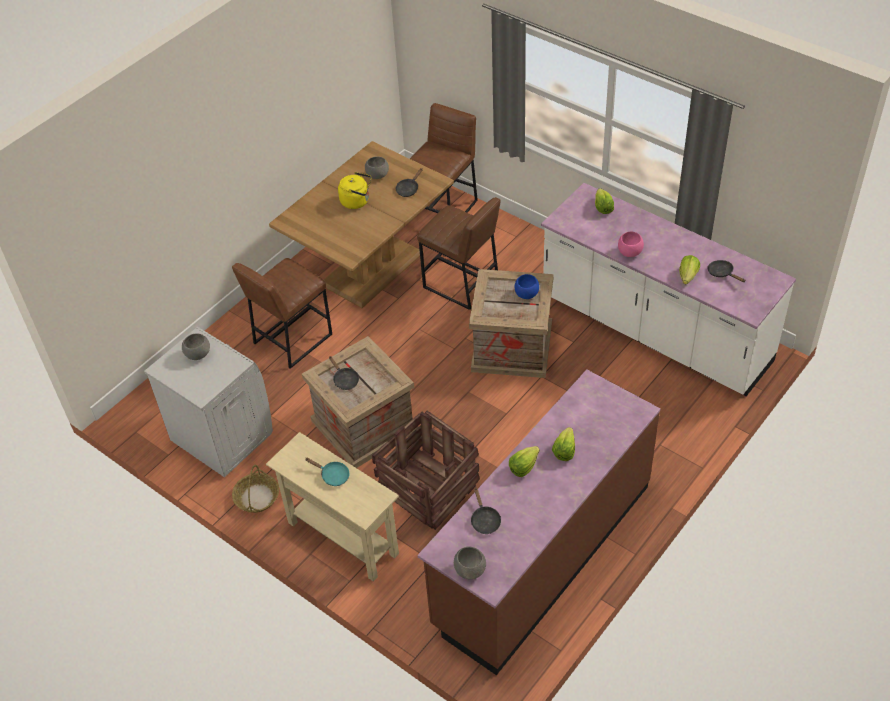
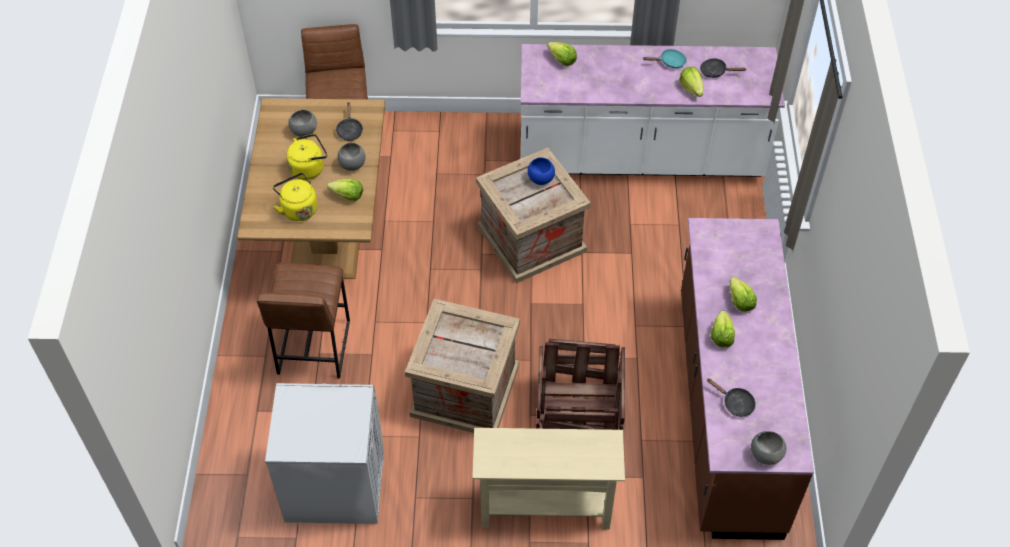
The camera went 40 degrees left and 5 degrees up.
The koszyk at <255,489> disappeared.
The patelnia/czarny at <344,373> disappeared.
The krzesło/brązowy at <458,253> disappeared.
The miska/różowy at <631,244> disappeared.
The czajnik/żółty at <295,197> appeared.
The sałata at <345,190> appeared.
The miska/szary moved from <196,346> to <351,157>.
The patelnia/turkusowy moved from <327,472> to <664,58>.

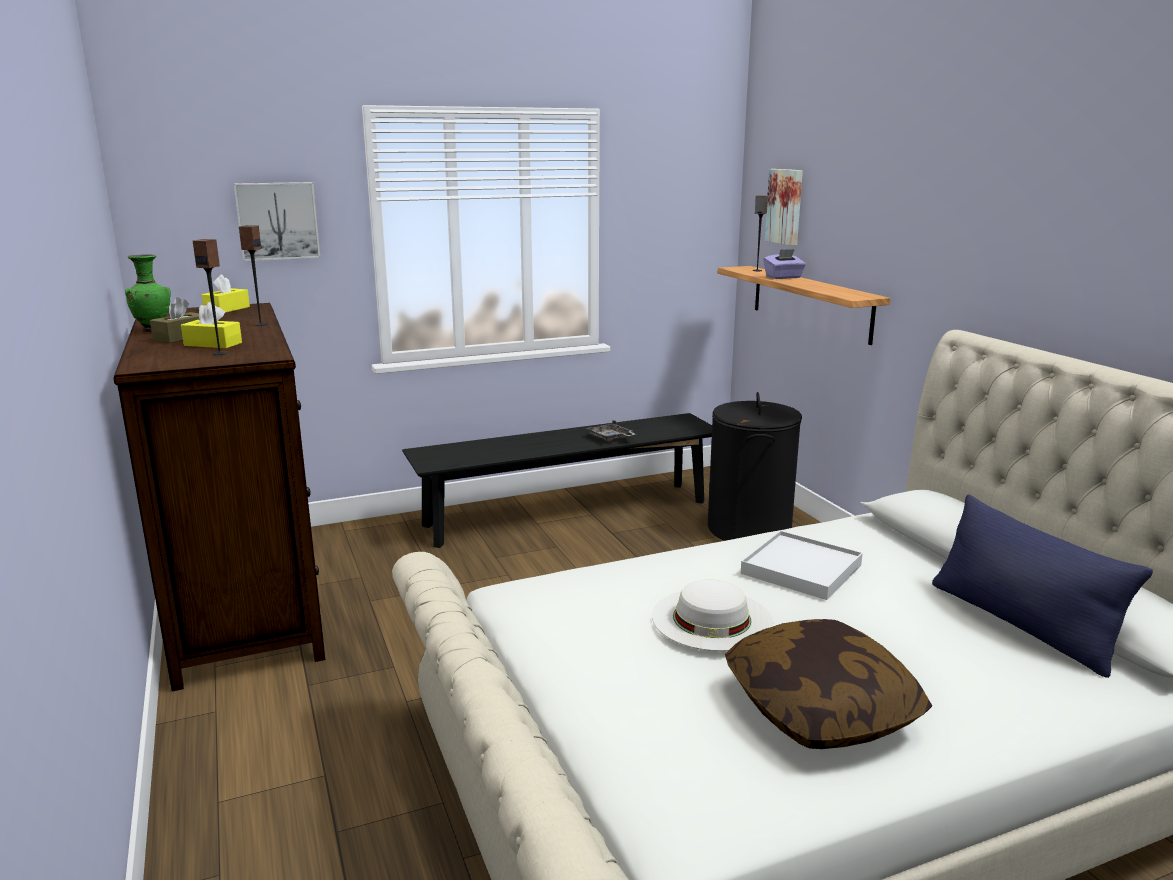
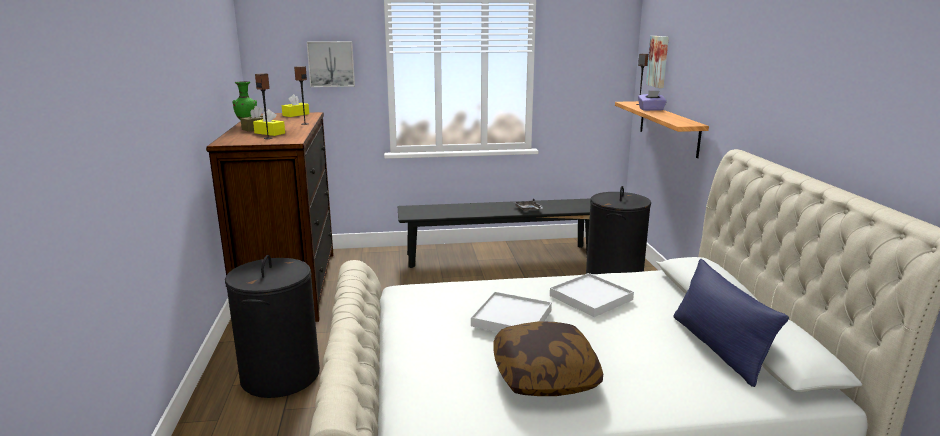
The camera went 15 degrees right and 0 degrees up.
The kosz na pranie/czarny at <272,326> appeared.
The kapelusz/biały at <712,615> was replaced by the taca/biały at <511,312>.

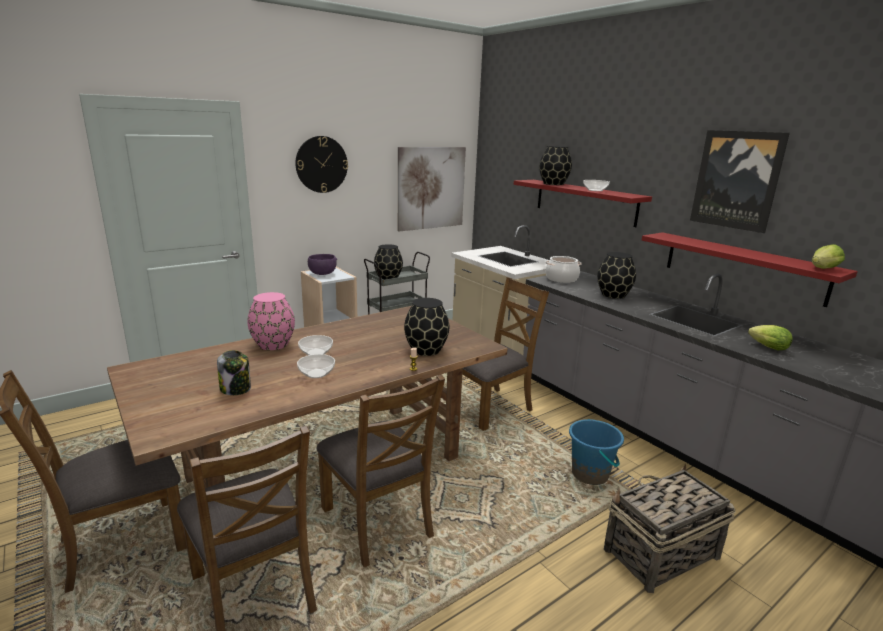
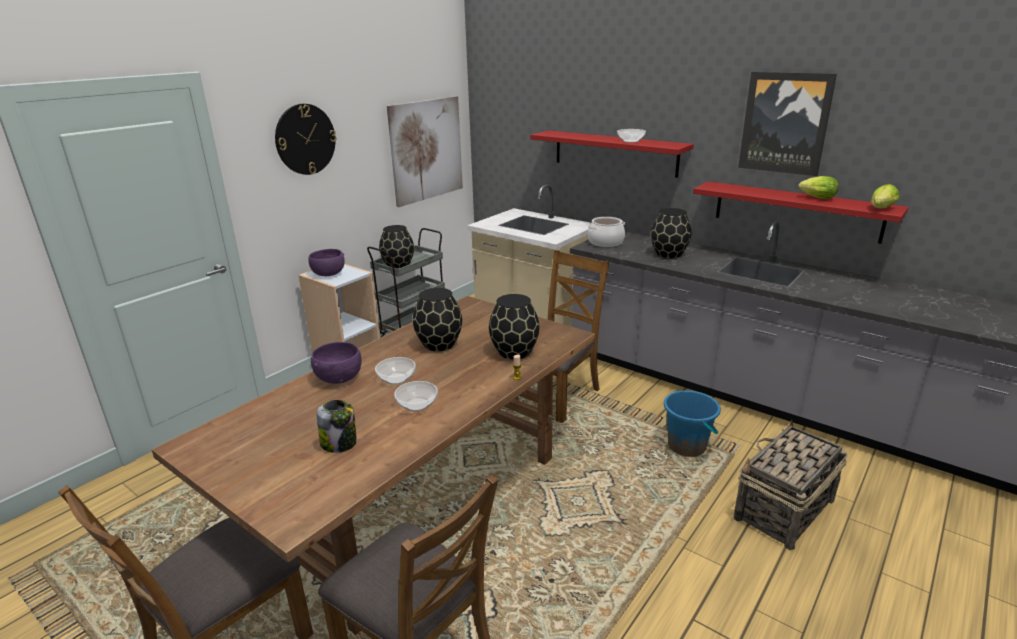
The camera went 15 degrees left and 5 degrees up.
The krzesło/brązowy at <380,471> disappeared.
The wazon/czarny moved from <555,165> to <437,320>.
The sałata moved from <770,337> to <818,187>.
The wazon/różowy at <271,321> was replaced by the miska/fioletowy at <336,363>.

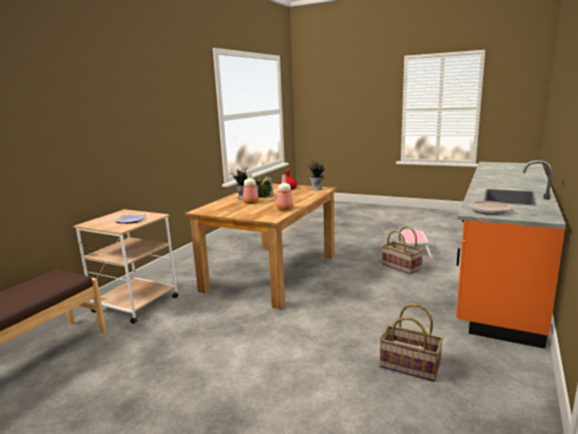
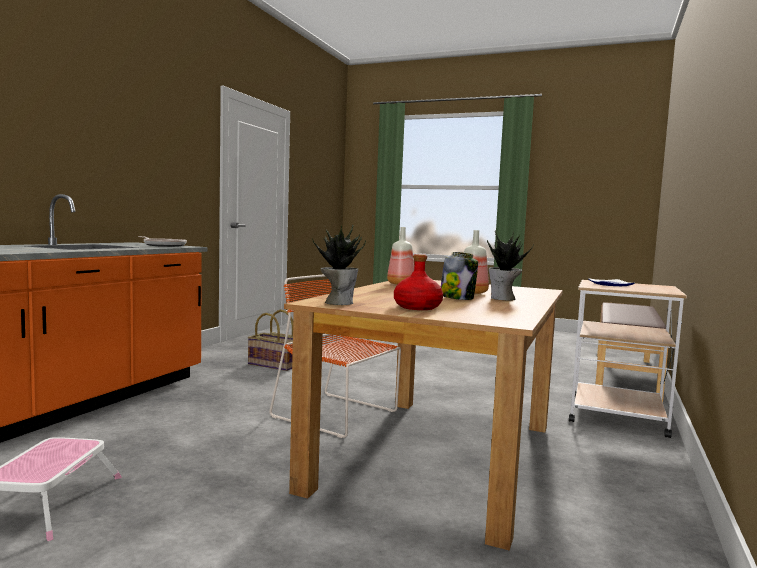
The camera went 175 degrees right and 10 degrees down.
The koszyk at <402,250> disappeared.
The krzesło/pomarańczowy at <335,356> appeared.

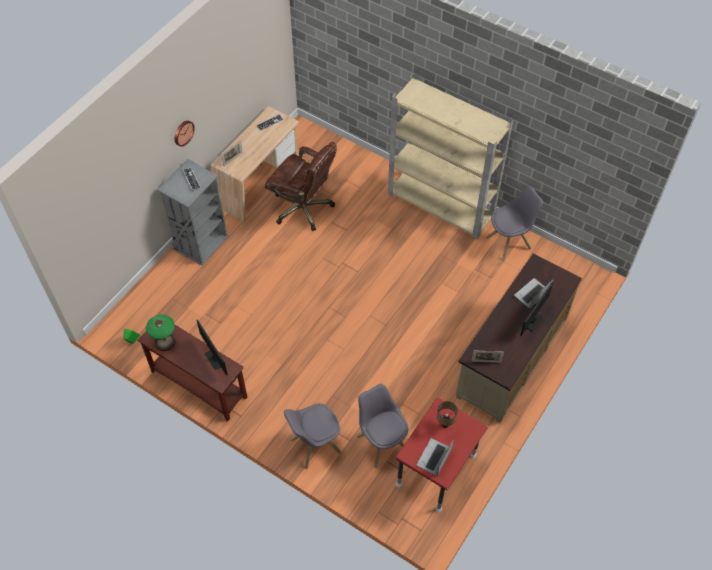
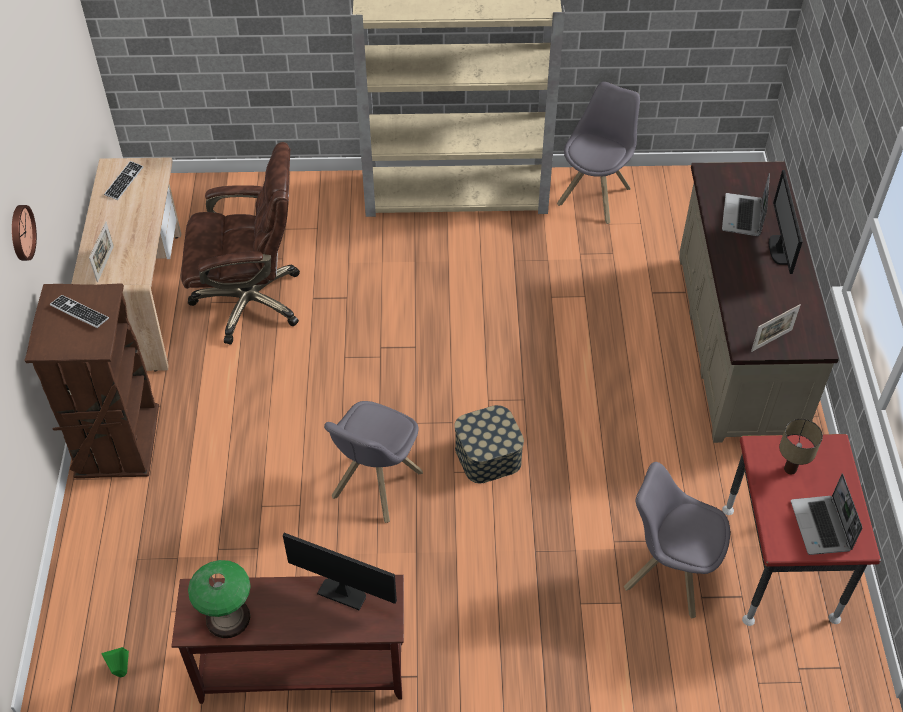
The camera went 35 degrees left and 5 degrees down.
The pojemnik do przechowywania at <489,444> appeared.
The krzesło/szary moved from <313,436> to <373,462>.
The regał/szary at <193,212> became the regał/brązowy at <92,380>.

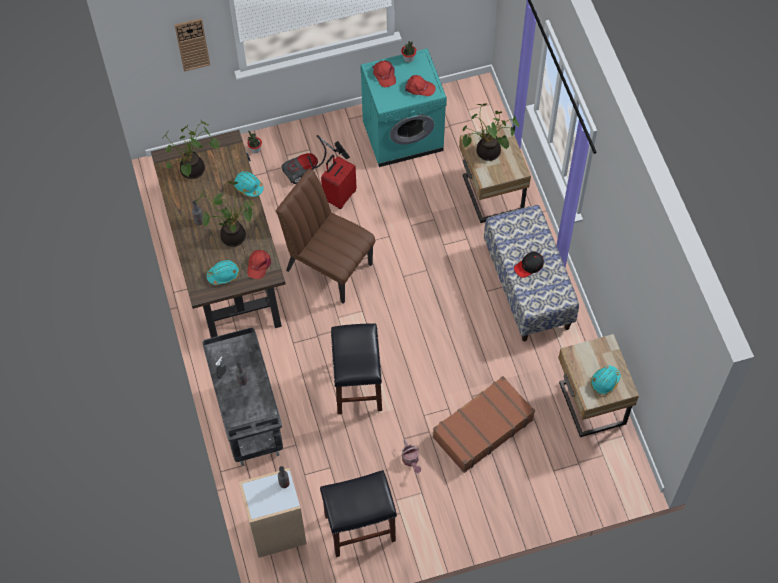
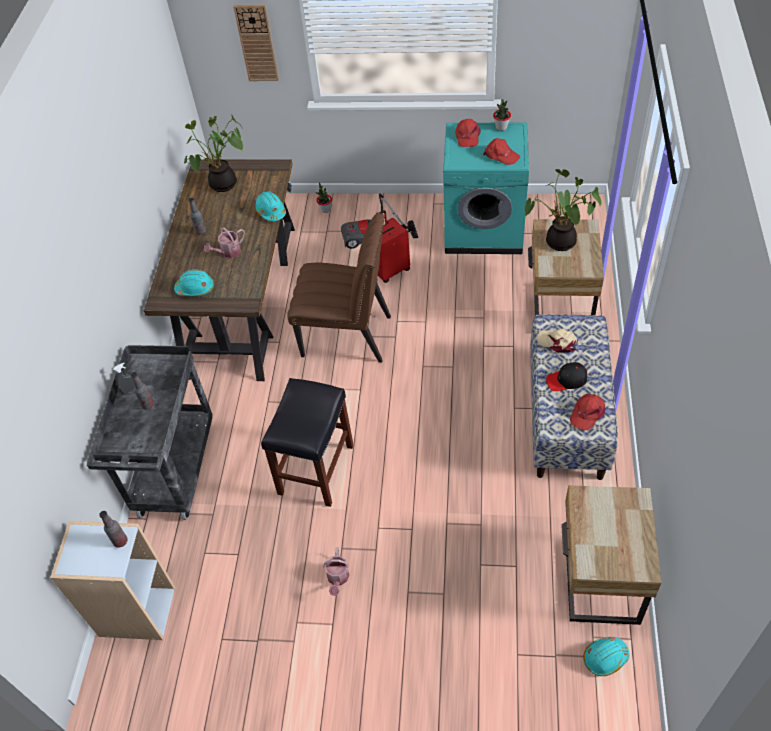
The camera went 25 degrees right and 10 degrees down.
The stołek/czarny at <358,513> disappeared.
The walizka/brązowy at <484,424> disappeared.
The czapka z daszkiem/beżowy at <557,340> appeared.
The czapka z daszkiem/czerwony moved from <259,264> to <587,412>.
The kask/turkusowy moved from <605,380> to <606,656>.
The roślina doniczkowa at <225,214> was replaced by the konewka at <224,242>.
The krzesło/brązowy at <326,236> turned 135 degrees clockwise.

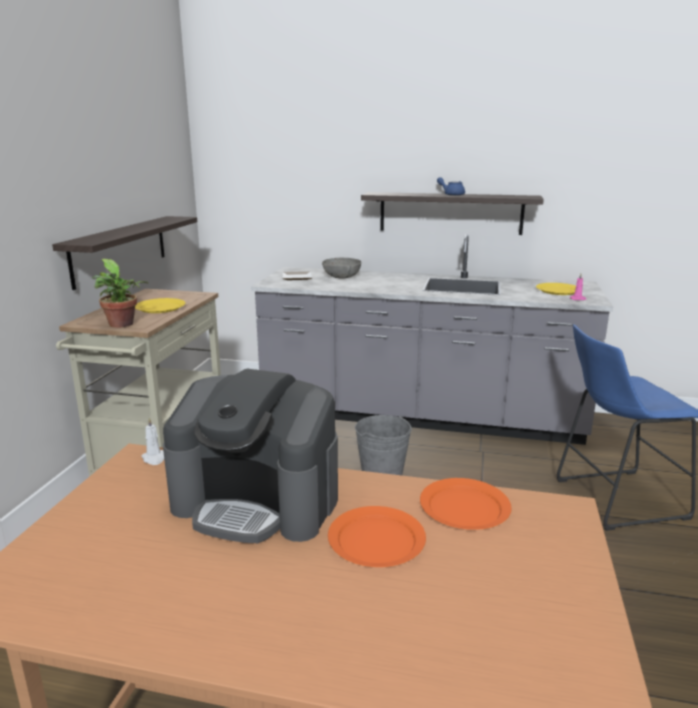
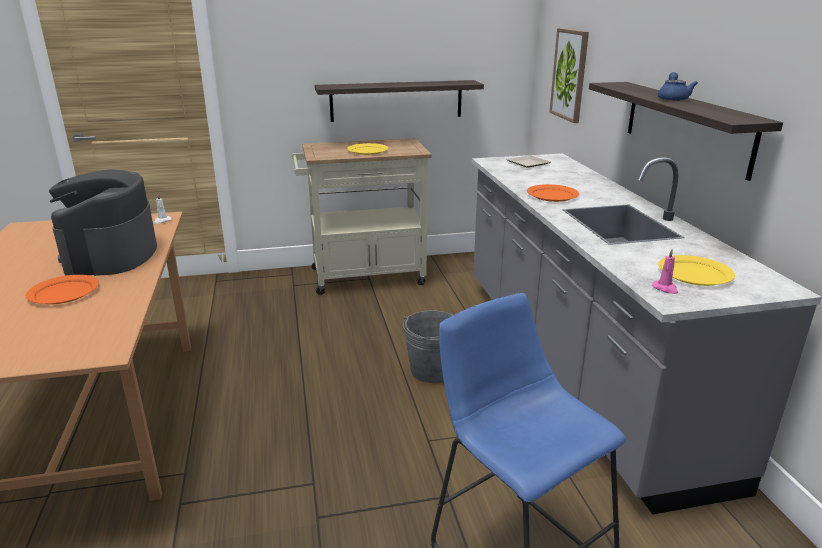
The camera went 65 degrees right and 5 degrees up.
The roślina doniczkowa at <120,293> disappeared.
The miska/szary at <341,268> disappeared.
The obraz at <569,75> appeared.
The talerz/pomarańczowy moved from <466,504> to <553,193>.

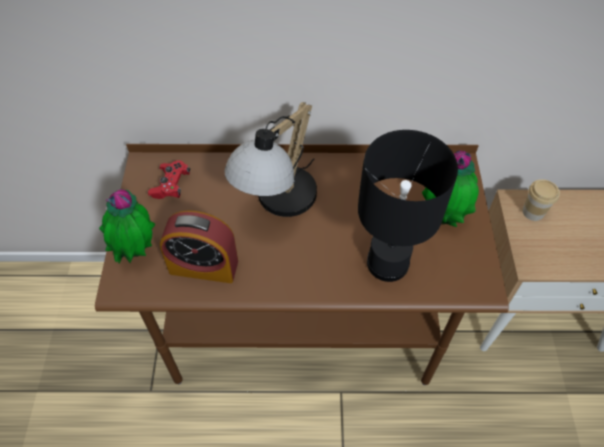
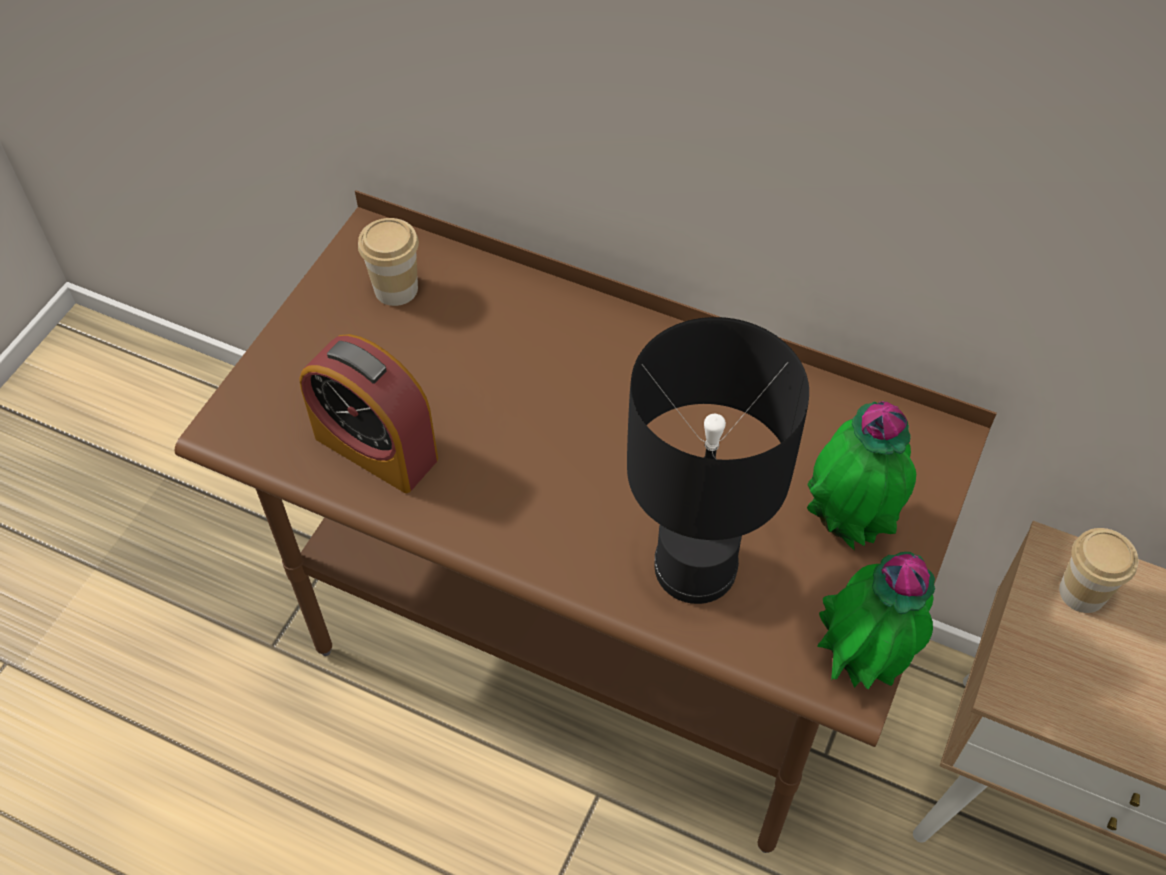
The camera went 25 degrees right and 0 degrees up.
The lampa stołowa at <270,159> disappeared.
The roślina doniczkowa moved from <127,226> to <876,620>.
The pad do gier/czerwony at <169,179> was replaced by the filiżanka at <388,262>.

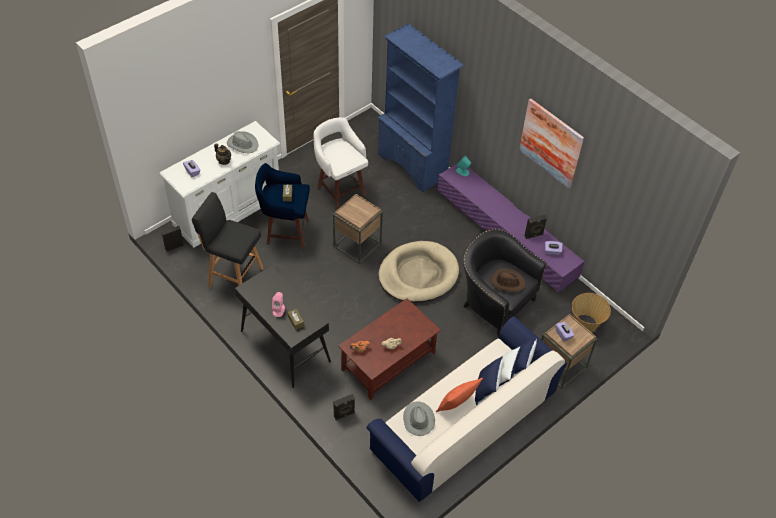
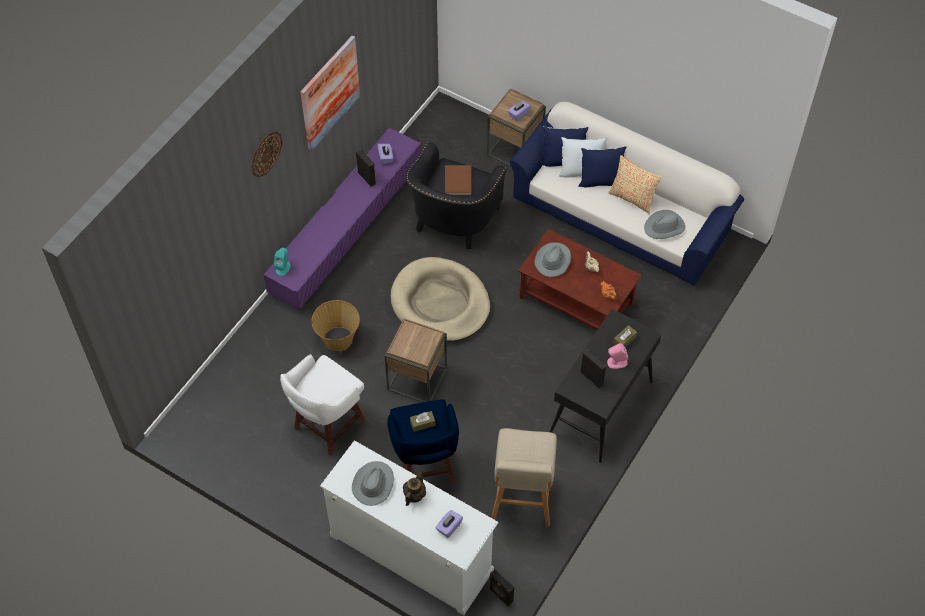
The camera went 105 degrees left and 5 degrees up.
The regał/niebieski at <421,107> disappeared.
The zegar ścienny at <266,154> appeared.
The kapelusz/szary at <552,259> appeared.
The głośnik/czarny moved from <344,407> to <593,368>.
The koszyk moved from <591,313> to <335,325>.
The kapelusz/brązowy at <508,280> was replaced by the książka/brązowy at <458,180>.
The stołek/czarny at <228,239> became the stołek/beżowy at <524,477>.
The poduszka/pomarańczowy at <459,395> became the poduszka/beżowy at <635,184>.

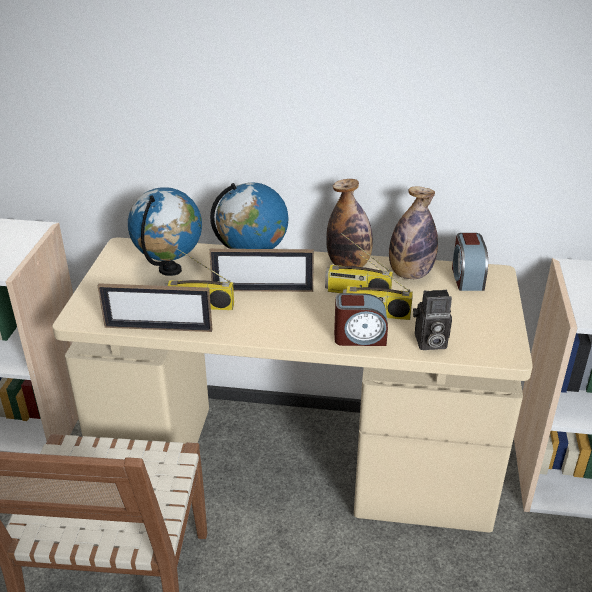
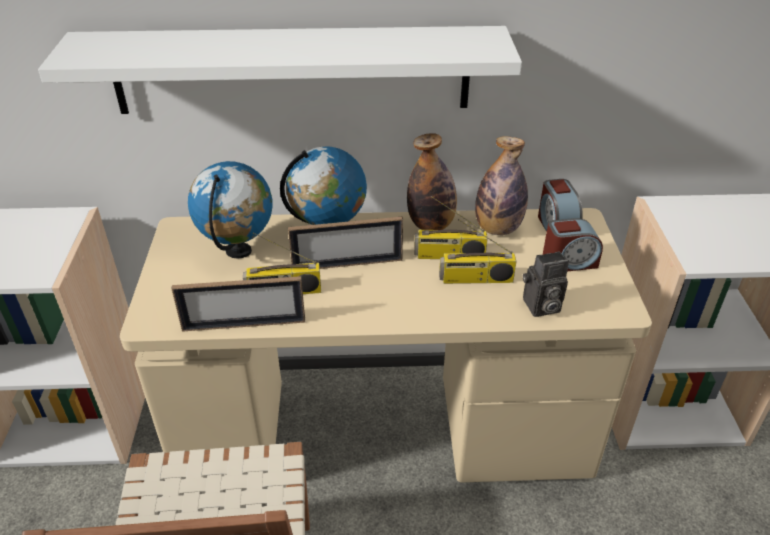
The camera went 10 degrees left and 5 degrees up.
The półka/biały at <280,70> appeared.
The budzik moved from <361,319> to <573,245>.

